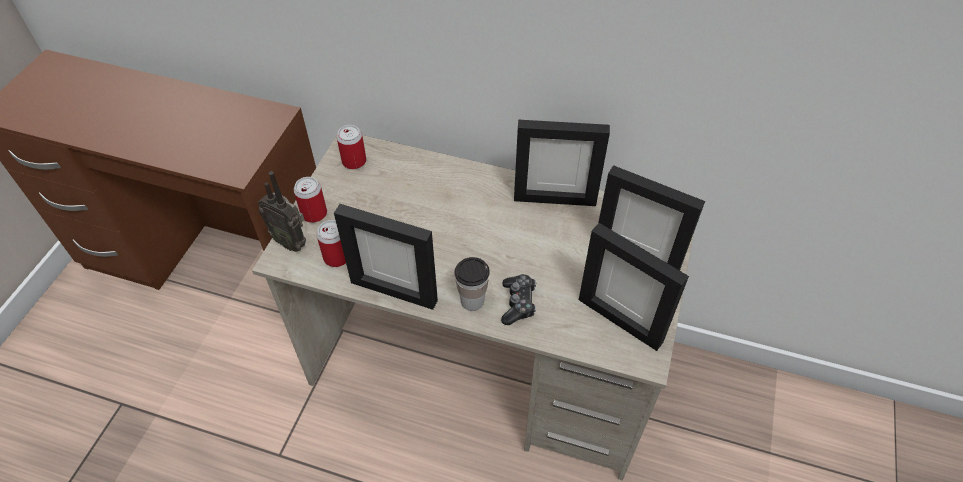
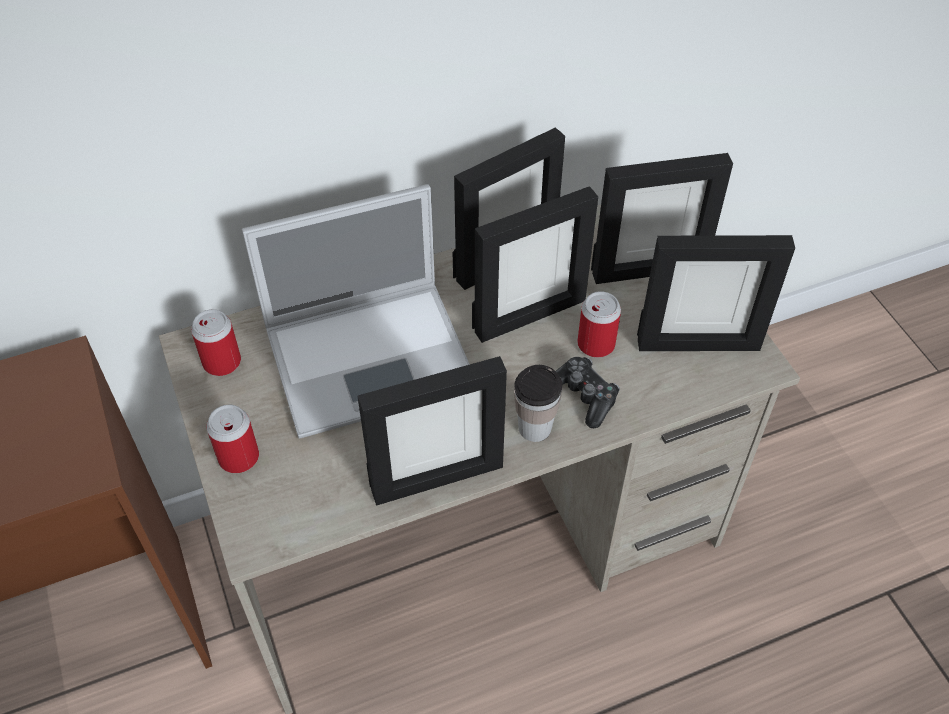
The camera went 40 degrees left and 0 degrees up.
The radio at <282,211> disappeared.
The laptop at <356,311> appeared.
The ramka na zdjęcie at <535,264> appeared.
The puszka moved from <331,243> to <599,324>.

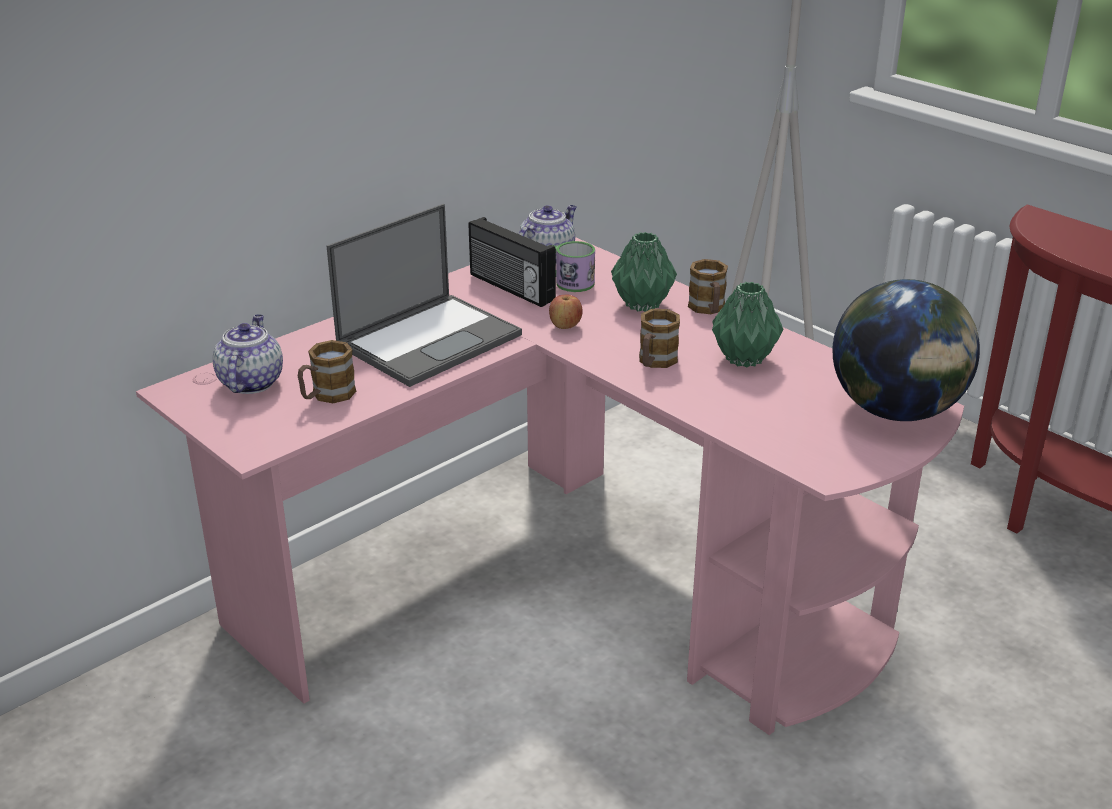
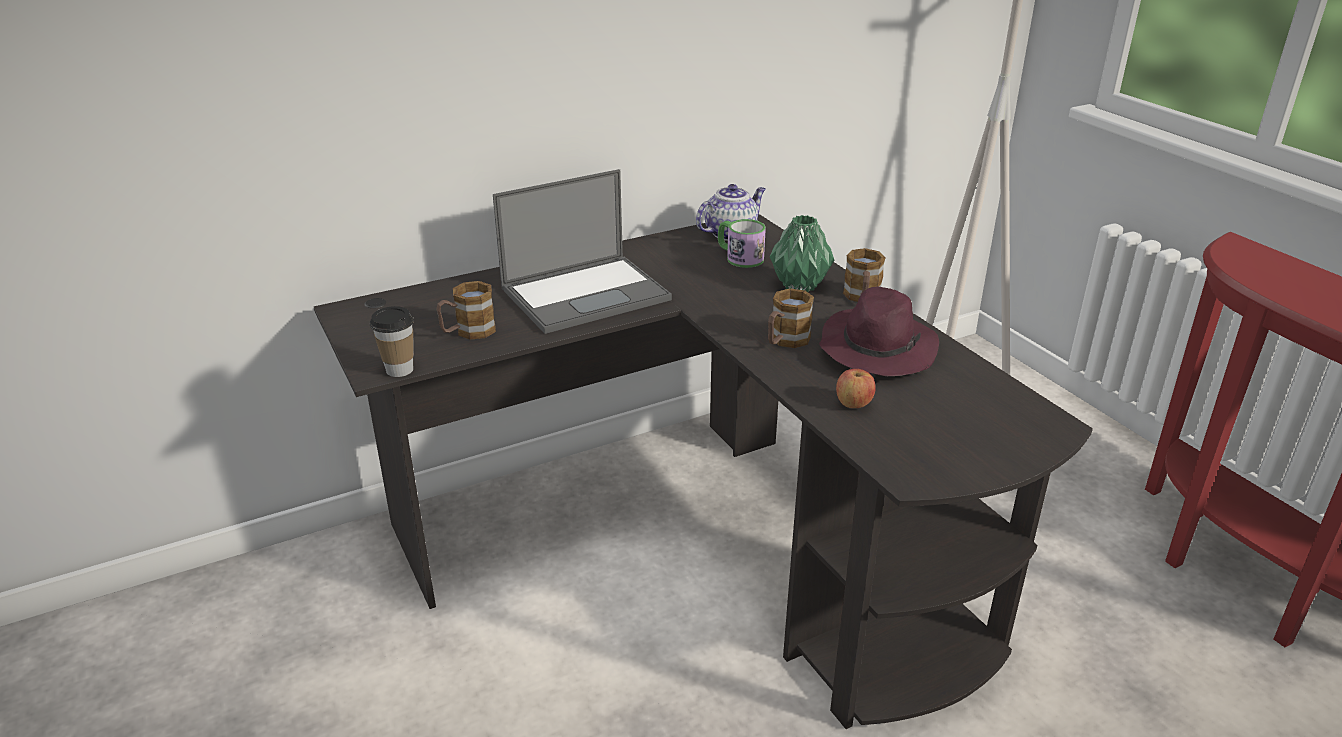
The camera went 15 degrees right and 0 degrees up.
The imbryk at <248,354> disappeared.
The radio at <512,262> disappeared.
The globus at <906,350> disappeared.
The filiżanka at <392,341> appeared.
The jabłko moved from <566,311> to <856,388>.
The wazon/zielony at <747,325> was replaced by the kapelusz/fioletowy at <879,331>.
The biurko/różowy at <550,486> became the biurko/czarny at <703,471>.

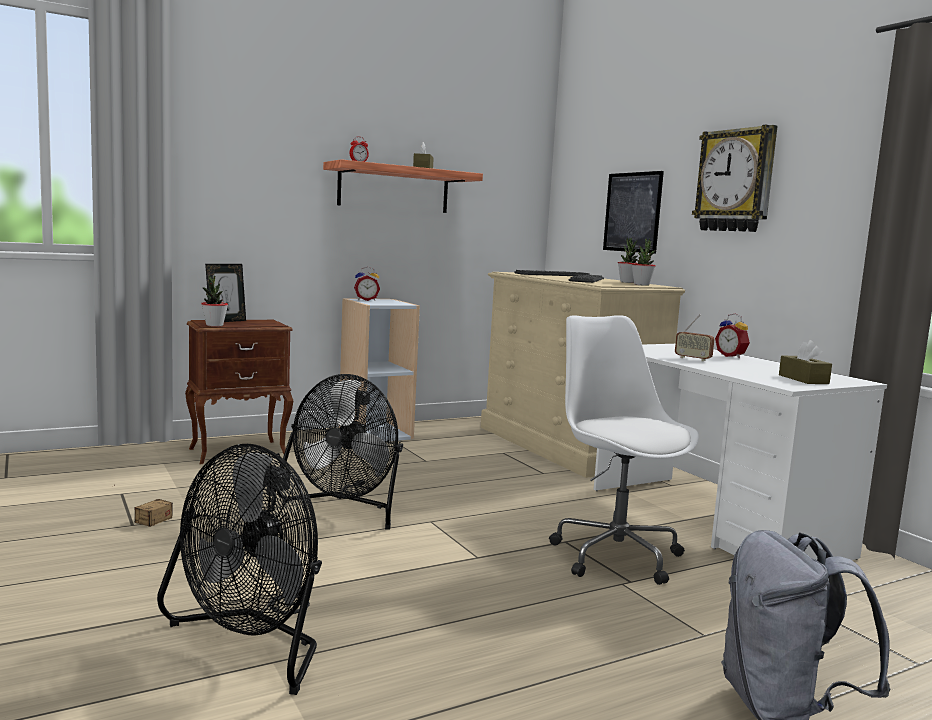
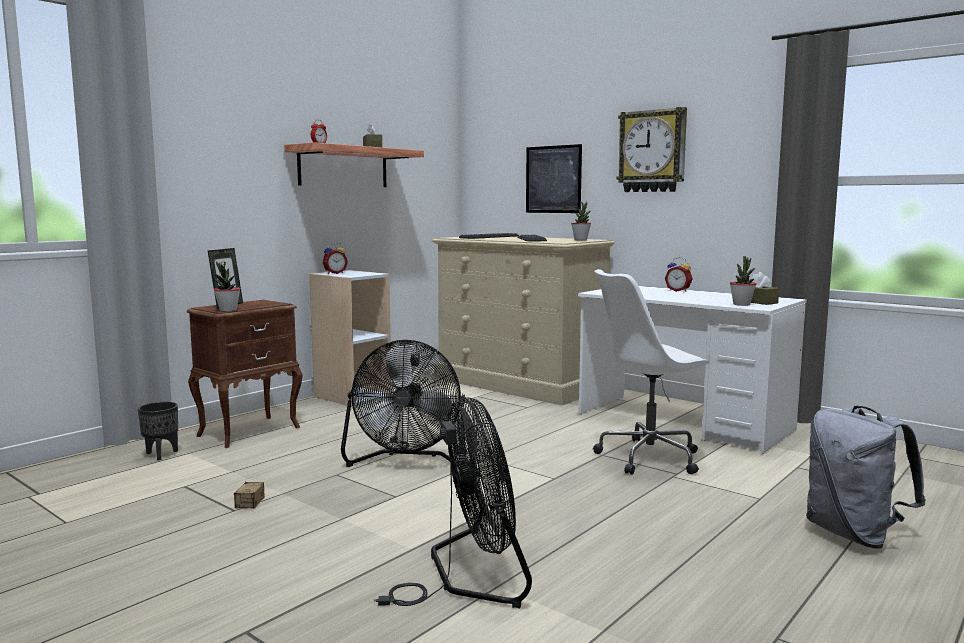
The camera went 20 degrees left and 0 degrees up.
The radio at <694,338> disappeared.
The donica/czarny at <158,431> appeared.
The roślina doniczkowa moved from <628,260> to <743,281>.
The wentylator/czarny at <239,569> turned 120 degrees counterclockwise.
The krzesło biurowe/biały at <624,450> turned 60 degrees counterclockwise.

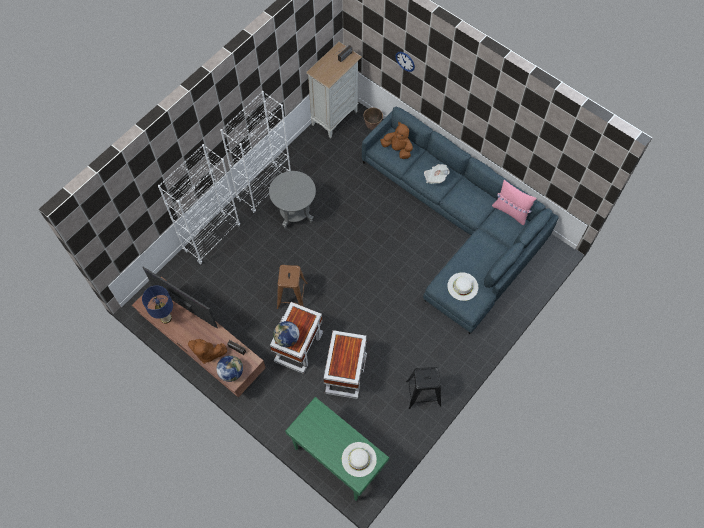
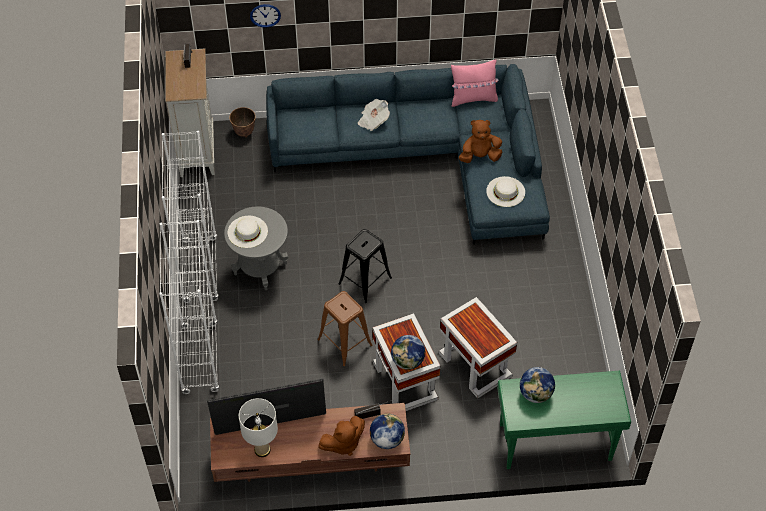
The camera went 45 degrees left and 10 degrees down.
The globus at <537,385> appeared.
The kapelusz/biały moved from <359,459> to <248,232>.
The pluszak/brązowy moved from <396,140> to <481,141>.
The stołek/czarny moved from <423,388> to <365,266>.
The lampa stołowa/niebieski at <157,304> became the lampa stołowa/biały at <258,427>.

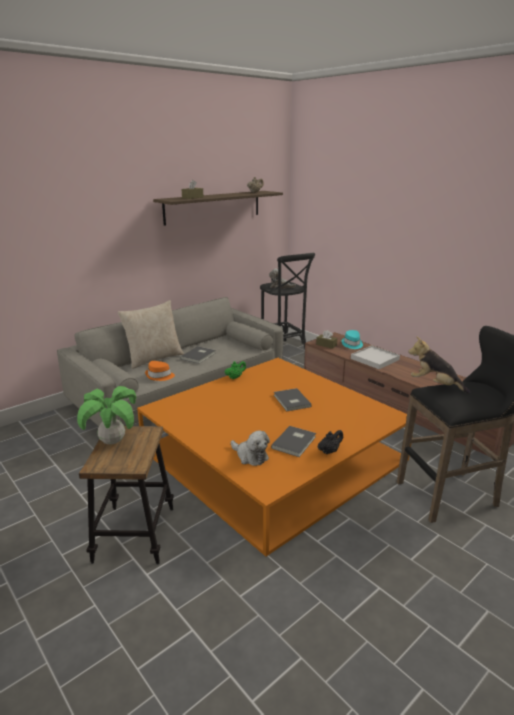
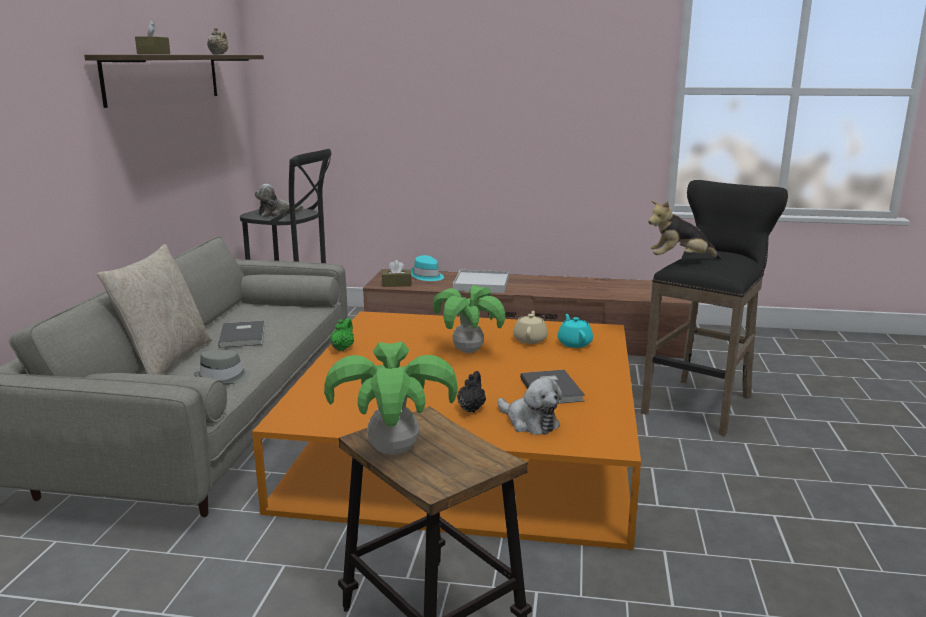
The camera went 40 degrees left and 5 degrees down.
The imbryk/beżowy at <530,327> appeared.
The imbryk/turkusowy at <575,331> appeared.
The imbryk/czarny moved from <330,442> to <471,392>.
The książka/szary at <293,399> was replaced by the roślina doniczkowa at <469,319>.
The kapelusz/pomarańczowy at <160,371> became the kapelusz/szary at <222,367>.
The pluszak at <250,448> turned 45 degrees clockwise.

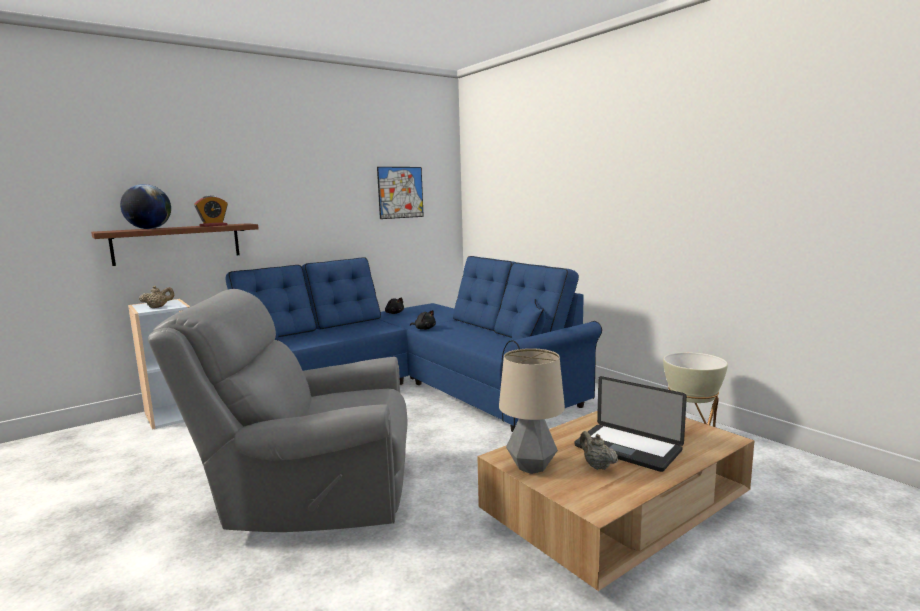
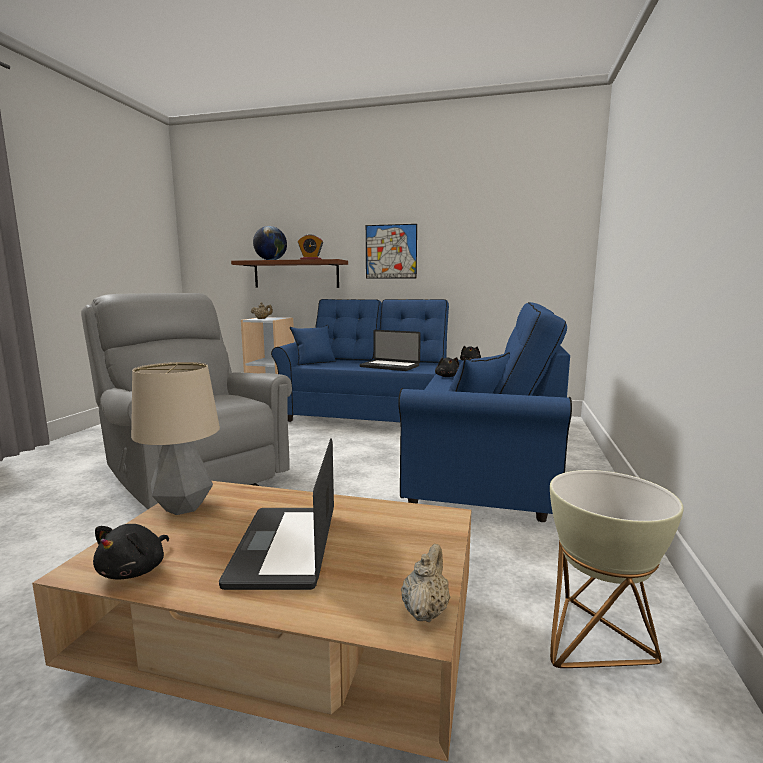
The camera went 50 degrees right and 0 degrees up.
The pluszak/czarny at <131,551> appeared.
The laptop at <390,350> appeared.
The obraz moved from <400,193> to <391,251>.
The imbryk/beżowy moved from <599,450> to <425,583>.

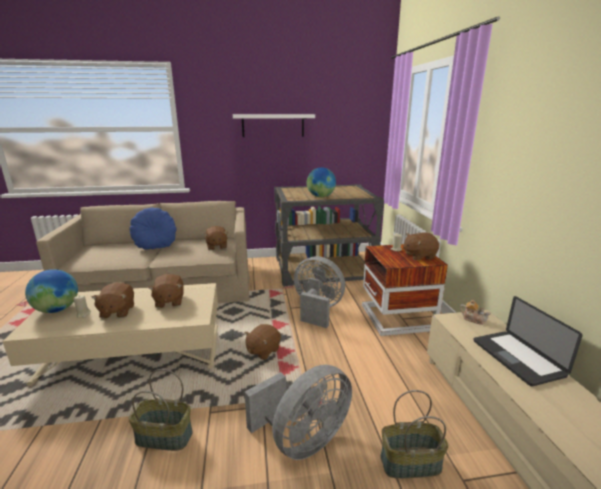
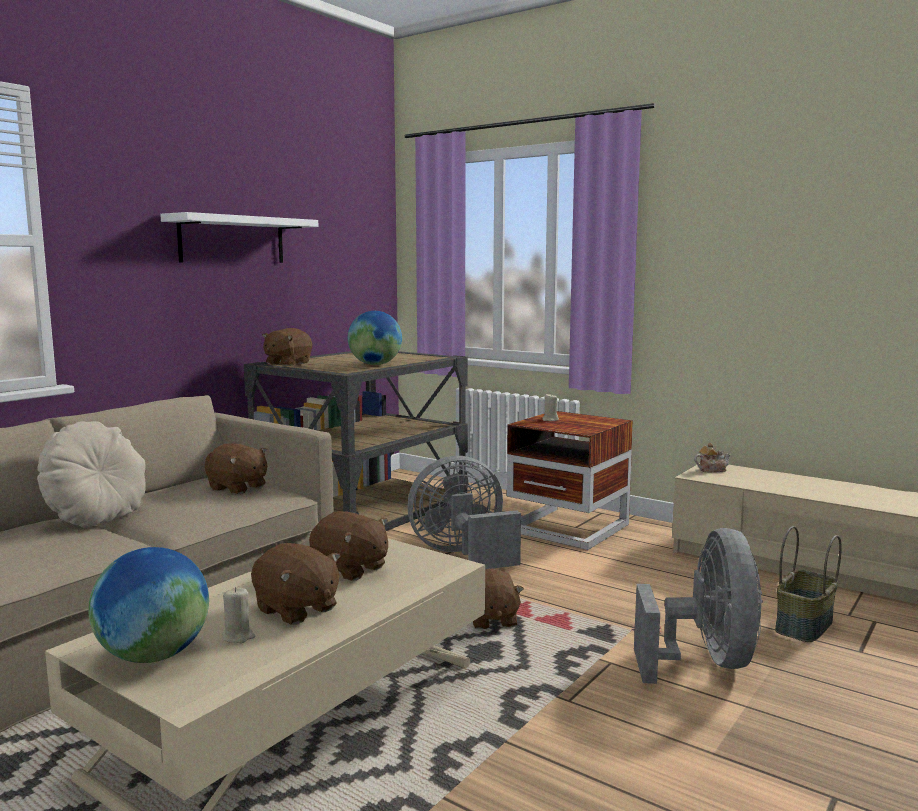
The camera went 45 degrees left and 10 degrees down.
The koszyk at <161,410> disappeared.
The laptop at <528,341> disappeared.
The pluszak/brązowy moved from <421,246> to <287,347>.
The poduszka/niebieski at <153,229> became the poduszka/beżowy at <91,474>.

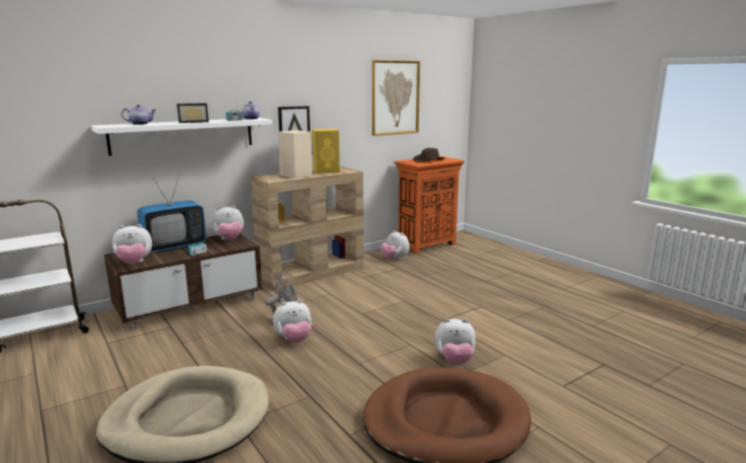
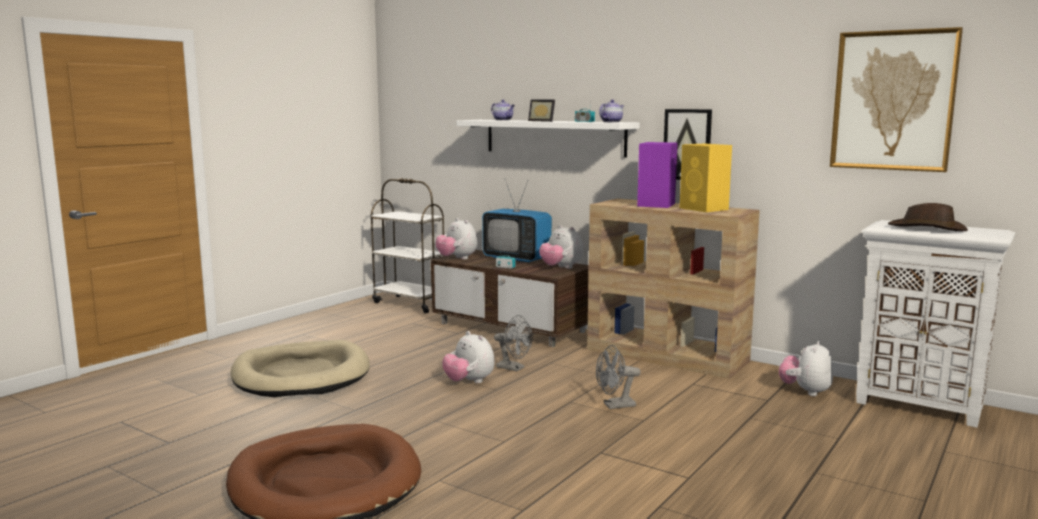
The camera went 70 degrees right and 5 degrees down.
The pluszak at <455,342> disappeared.
The wentylator/szary at <618,377> appeared.
The głośnik/beżowy at <295,154> became the głośnik/fioletowy at <657,175>.
The szafka/pomarańczowy at <430,205> became the szafka/biały at <936,324>.

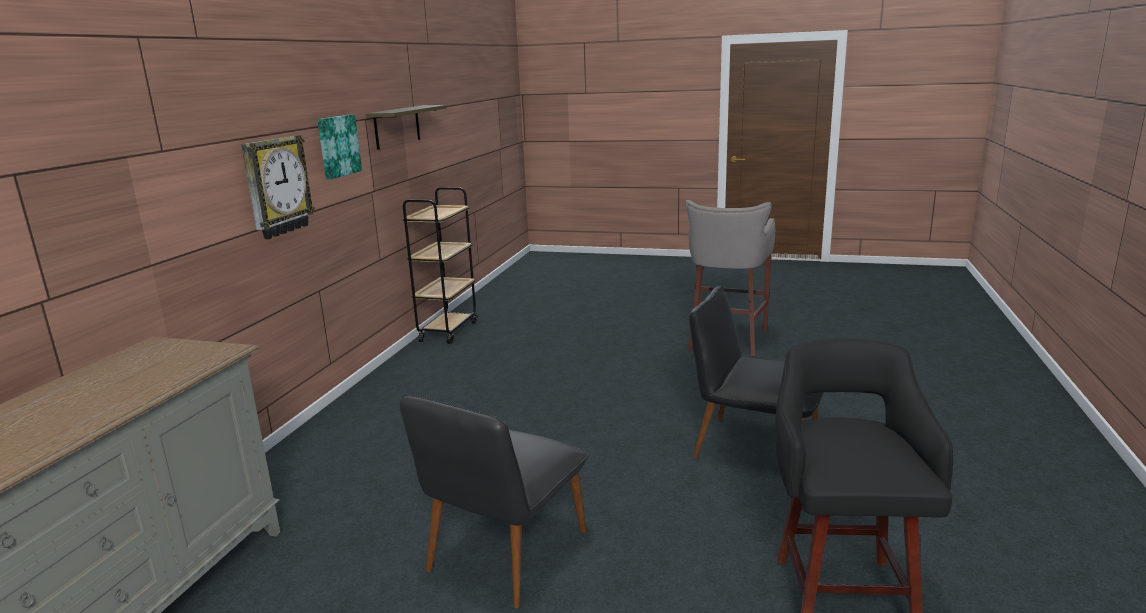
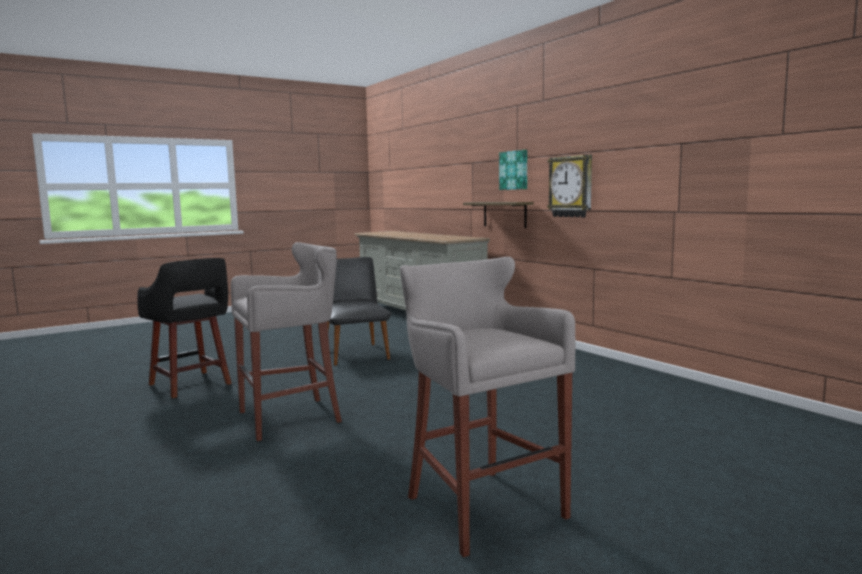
The camera went 130 degrees right and 10 degrees down.
The wózek/brązowy at <440,265> disappeared.
The obraz moved from <339,146> to <513,170>.
The półka moved from <406,127> to <498,215>.
The krzesło/czarny at <756,372> was replaced by the stołek/szary at <286,341>.

